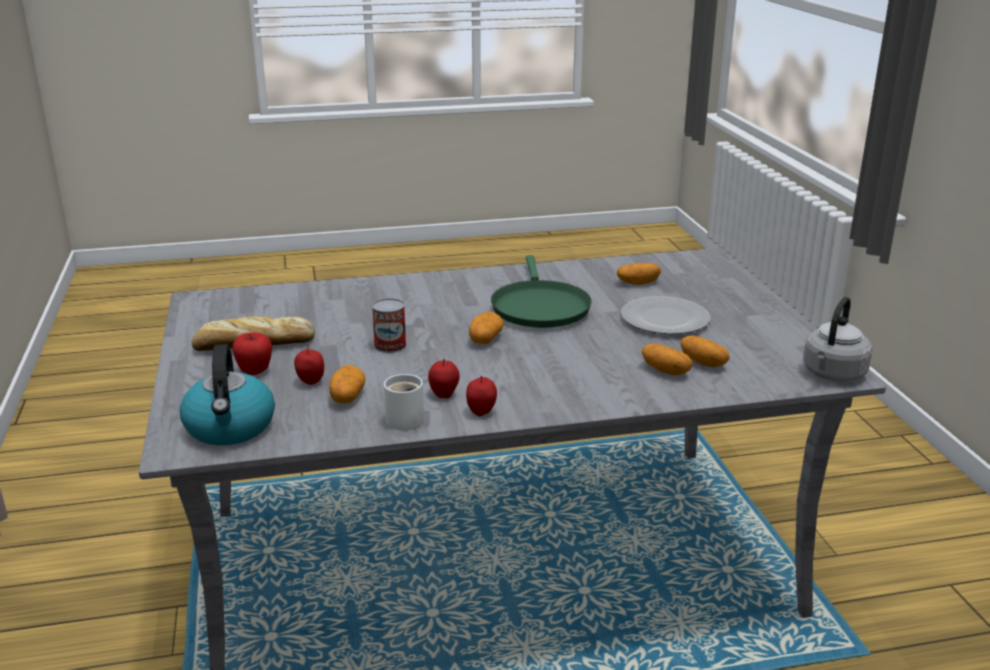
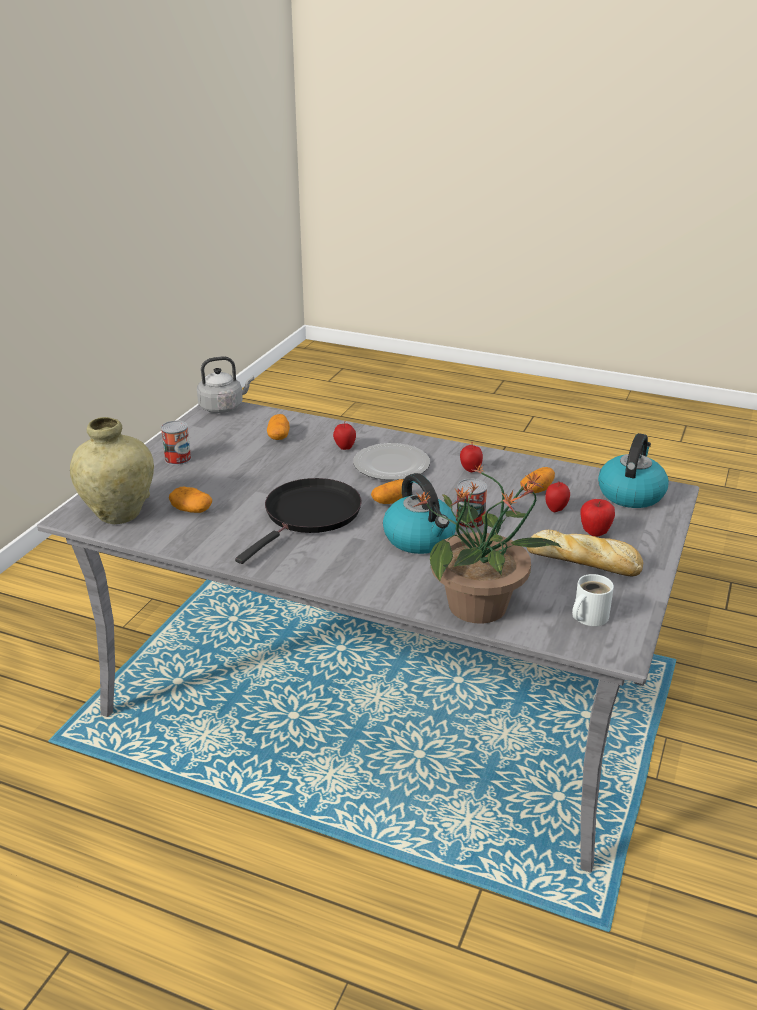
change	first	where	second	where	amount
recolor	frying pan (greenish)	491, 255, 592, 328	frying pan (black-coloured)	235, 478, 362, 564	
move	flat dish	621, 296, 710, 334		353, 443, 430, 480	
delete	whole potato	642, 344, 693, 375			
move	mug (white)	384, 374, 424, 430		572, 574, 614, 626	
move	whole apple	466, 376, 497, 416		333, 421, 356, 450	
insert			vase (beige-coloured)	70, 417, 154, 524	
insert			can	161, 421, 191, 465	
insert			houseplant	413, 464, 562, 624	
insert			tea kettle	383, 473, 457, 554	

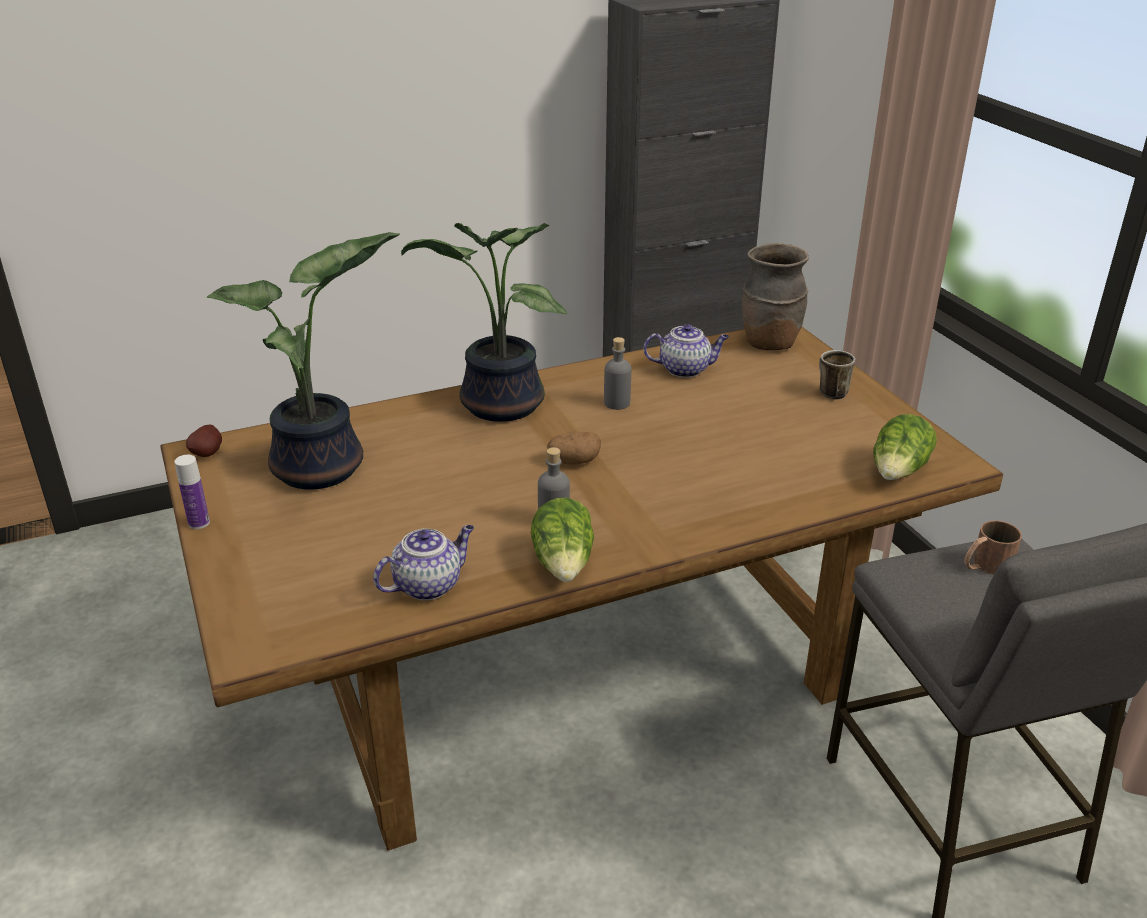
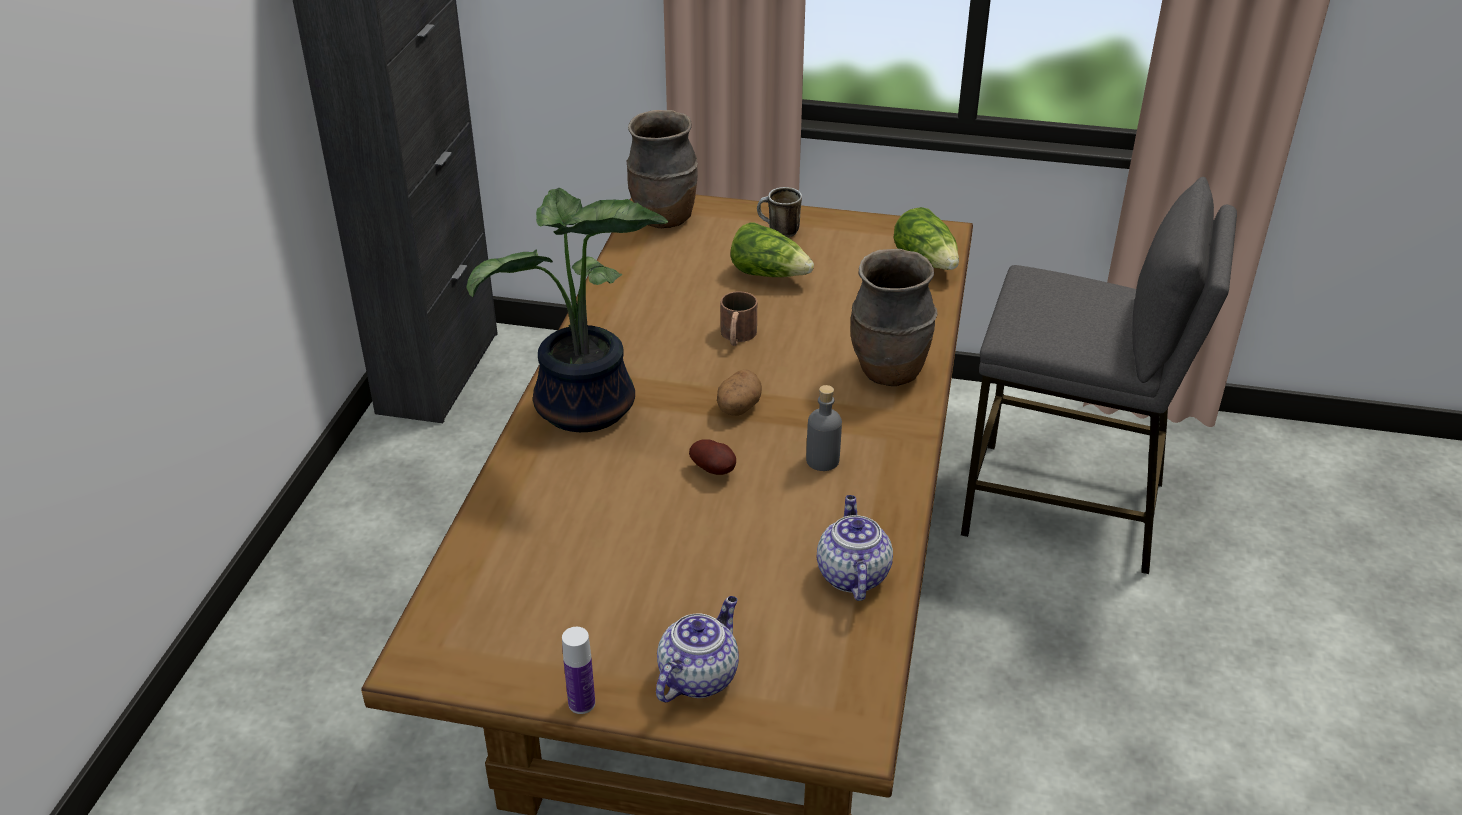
change	first	where	second	where	amount
delete	houseplant	207, 232, 400, 490			
move	teapot	644, 324, 729, 378		656, 596, 739, 702	
delete	beverage bottle (gray)	604, 337, 631, 410			
move	whole potato	186, 424, 222, 457		689, 439, 736, 475	
move	head of lettuce	531, 498, 594, 582		731, 222, 814, 277	
move	mug (brownish)	964, 520, 1022, 575		721, 291, 757, 346	
insert			vase (brownish)	851, 249, 938, 386	

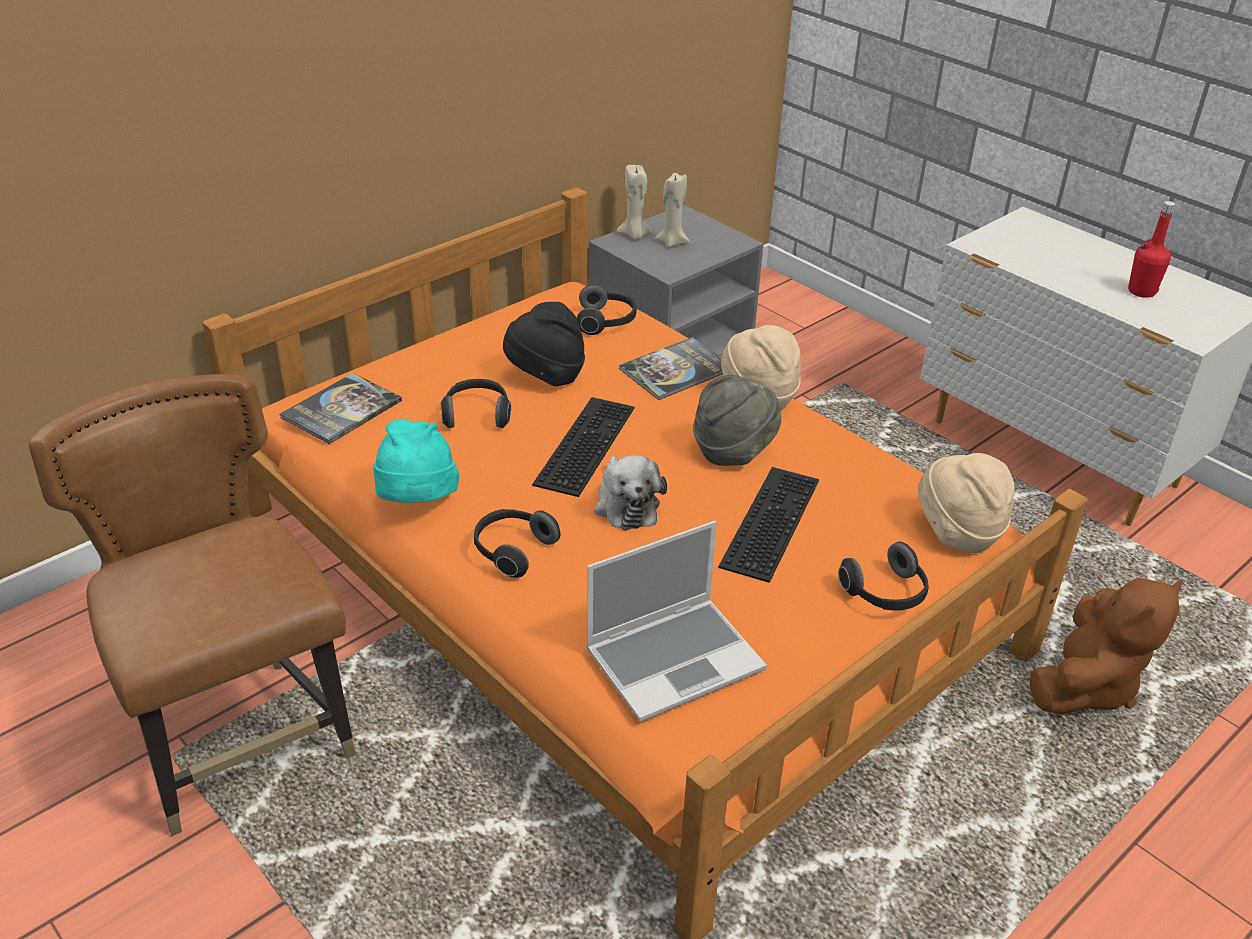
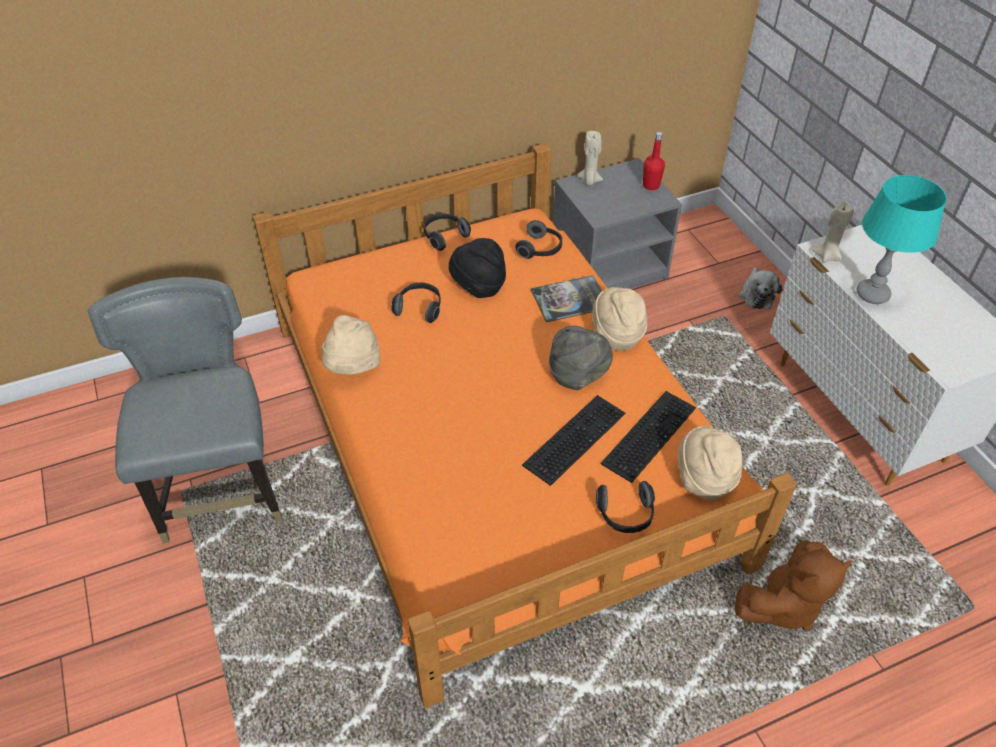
change	first	where	second	where	amount
move	candle (beige-coloured)	655, 173, 690, 248		812, 202, 855, 263	
move	beverage bottle (reddish)	1128, 201, 1175, 298		643, 132, 665, 190	
delete	bound book	280, 373, 402, 444			
recolor	upright chair (brownish)	29, 374, 356, 836	upright chair (gray)	88, 277, 282, 544	
move	computer keyboard	532, 397, 634, 497		601, 391, 696, 483	
recolor	clothing hat (turquoise)	373, 419, 459, 503	clothing hat (beige-coloured)	322, 315, 380, 375	
move	soft toy	594, 455, 667, 530		739, 267, 782, 309	
move	headset	474, 509, 560, 578		423, 213, 471, 251	
delete	portable computer	586, 521, 767, 722			
insert			tabletop lamp (turquoise)	857, 175, 947, 304	

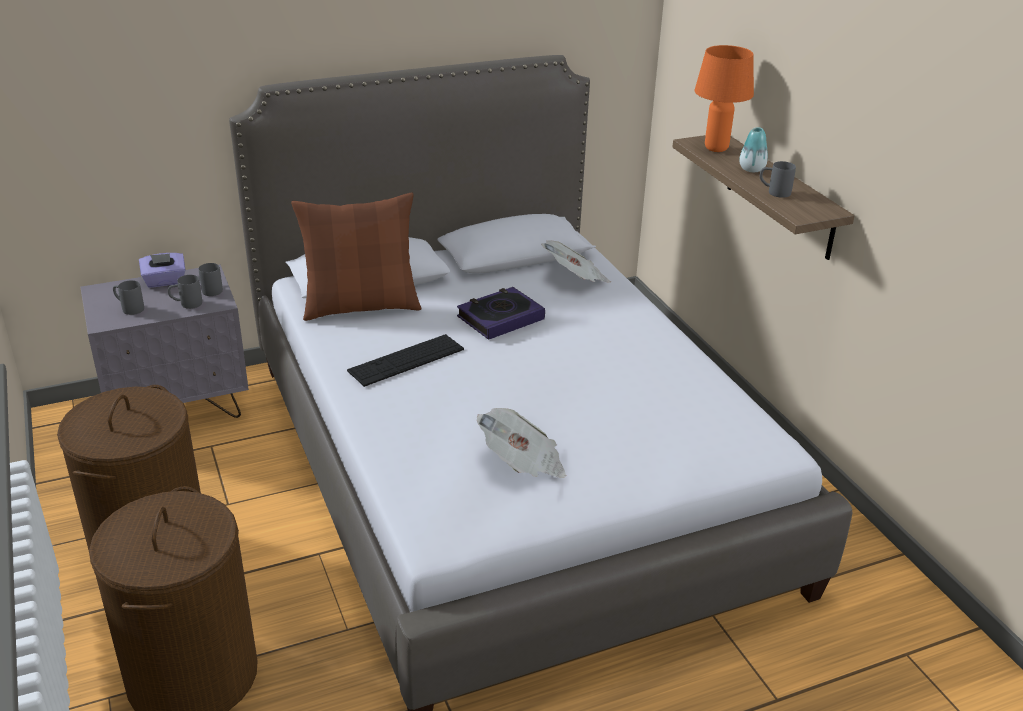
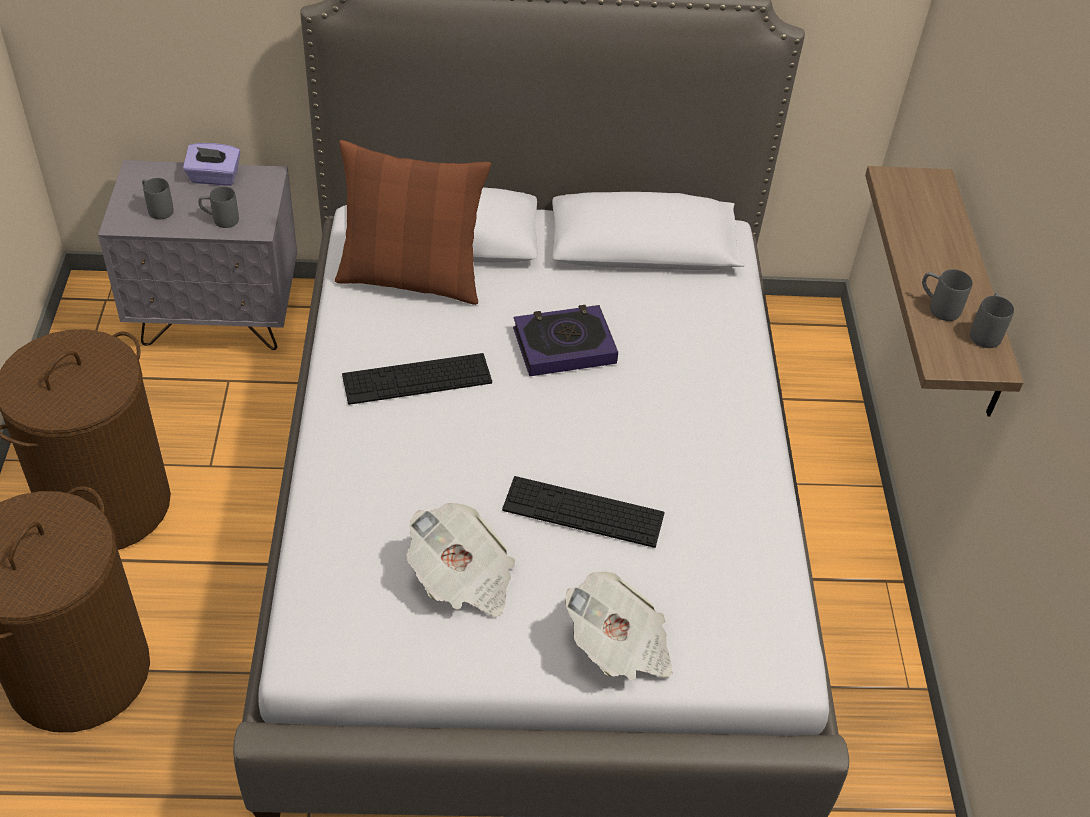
change	first	where	second	where	amount
delete	tabletop lamp (orange-coloured)	695, 45, 754, 152			
delete	vase	739, 127, 768, 172			
move	printed paper	541, 241, 611, 283		565, 572, 673, 681	
move	mug (gray)	199, 263, 223, 296		970, 293, 1014, 348	
insert			computer keyboard	502, 476, 665, 548	

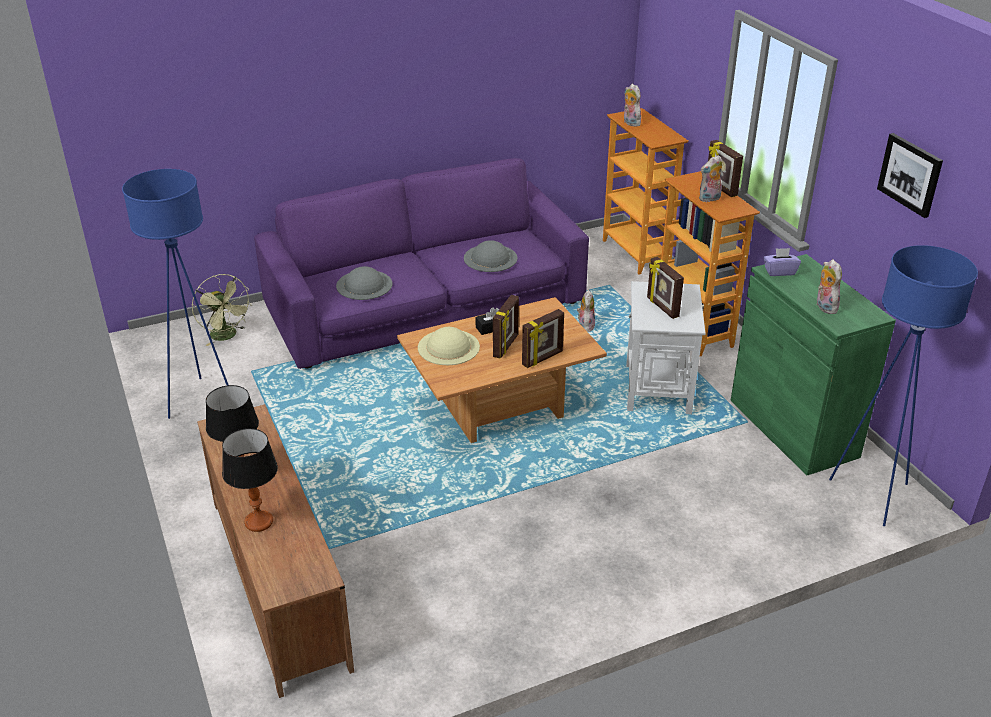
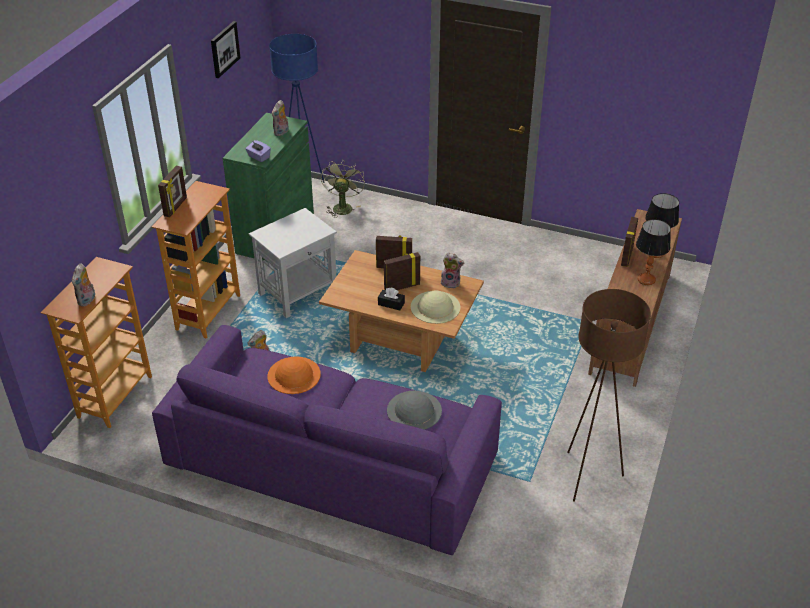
change	first	where	second	where	amount
move	soft toy	699, 155, 722, 202		441, 252, 464, 289	
recolor	standing lamp (blue-coloured)	122, 169, 228, 419	standing lamp (brownish)	567, 289, 651, 502	
recolor	clothing hat (gray)	464, 240, 518, 272	clothing hat (orange-coloured)	267, 356, 321, 394	
move	standing frame	647, 257, 684, 319		621, 217, 638, 267	
move	cooling fan (greenish)	192, 274, 252, 346		321, 159, 365, 218	

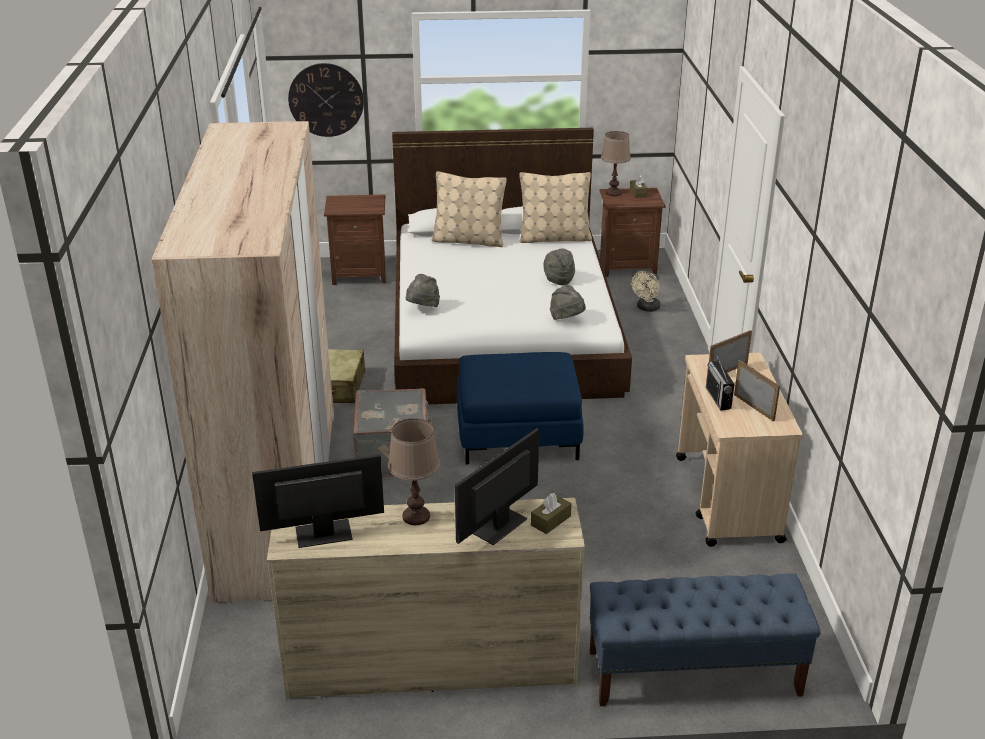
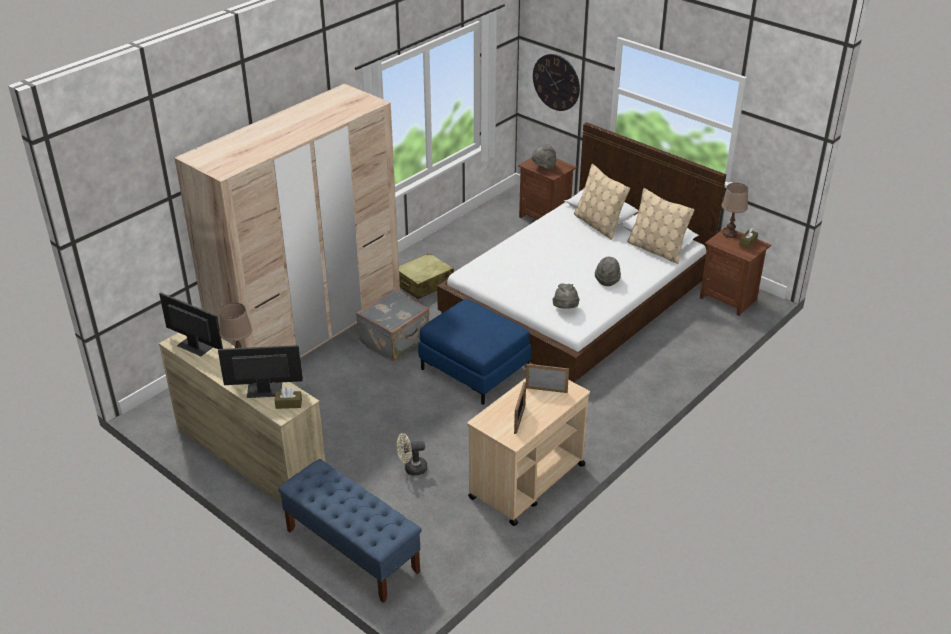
change	first	where	second	where	amount
move	cooling fan (beige-coloured)	632, 271, 660, 312		397, 433, 427, 476	
move	clothing hat (gray)	406, 274, 440, 307		532, 144, 556, 170	
delete	radio	706, 352, 734, 411			

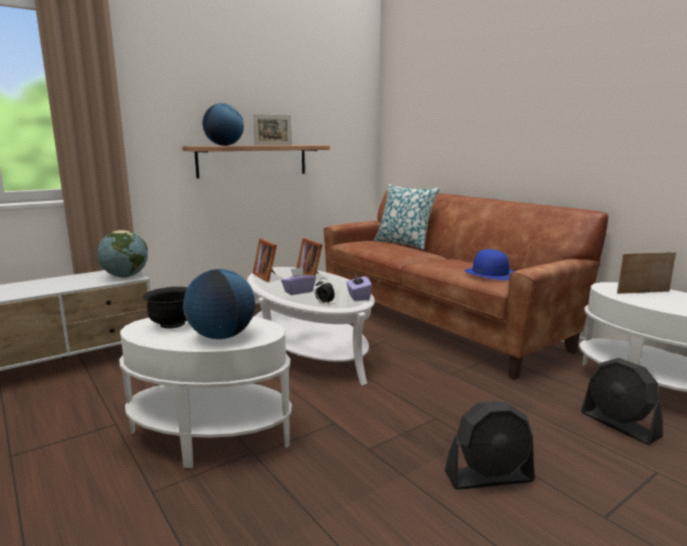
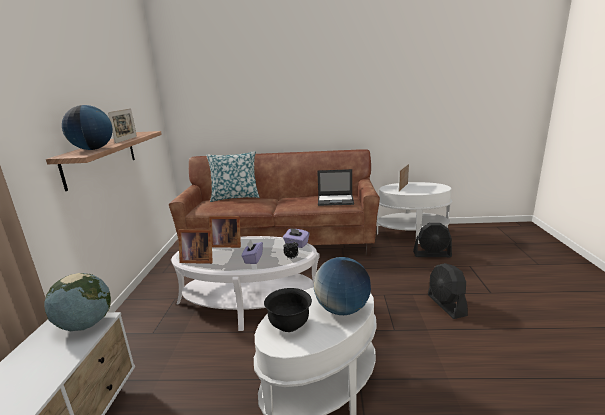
change	first	where	second	where	amount
replace	clothing hat (blue-coloured)	465, 249, 514, 280	portable computer	317, 169, 354, 206	
rotate	cooling fan (black-coloured)	445, 401, 535, 490		428, 263, 468, 319	135 degrees clockwise

